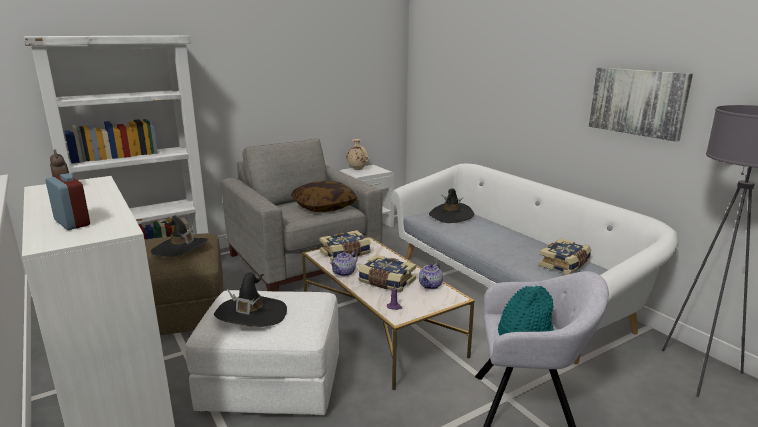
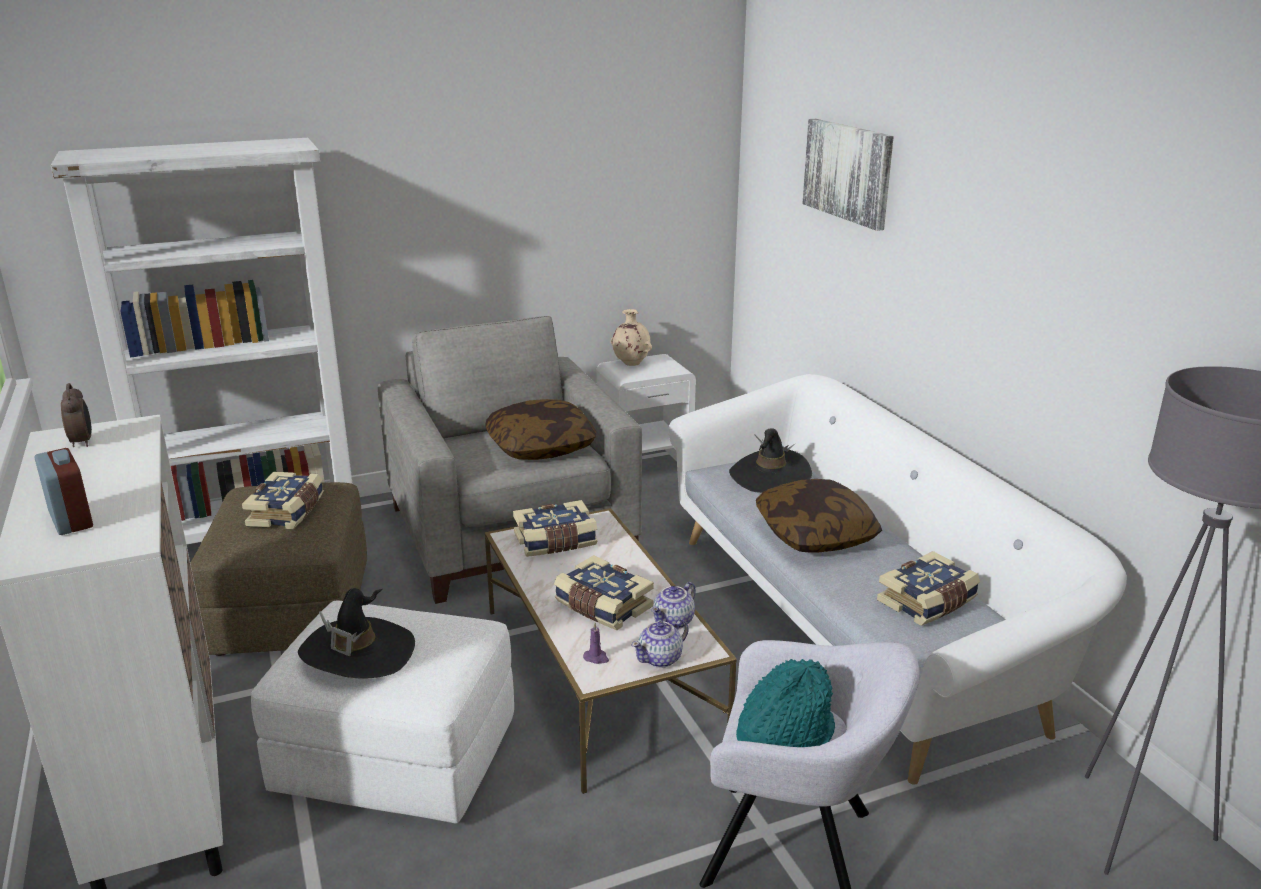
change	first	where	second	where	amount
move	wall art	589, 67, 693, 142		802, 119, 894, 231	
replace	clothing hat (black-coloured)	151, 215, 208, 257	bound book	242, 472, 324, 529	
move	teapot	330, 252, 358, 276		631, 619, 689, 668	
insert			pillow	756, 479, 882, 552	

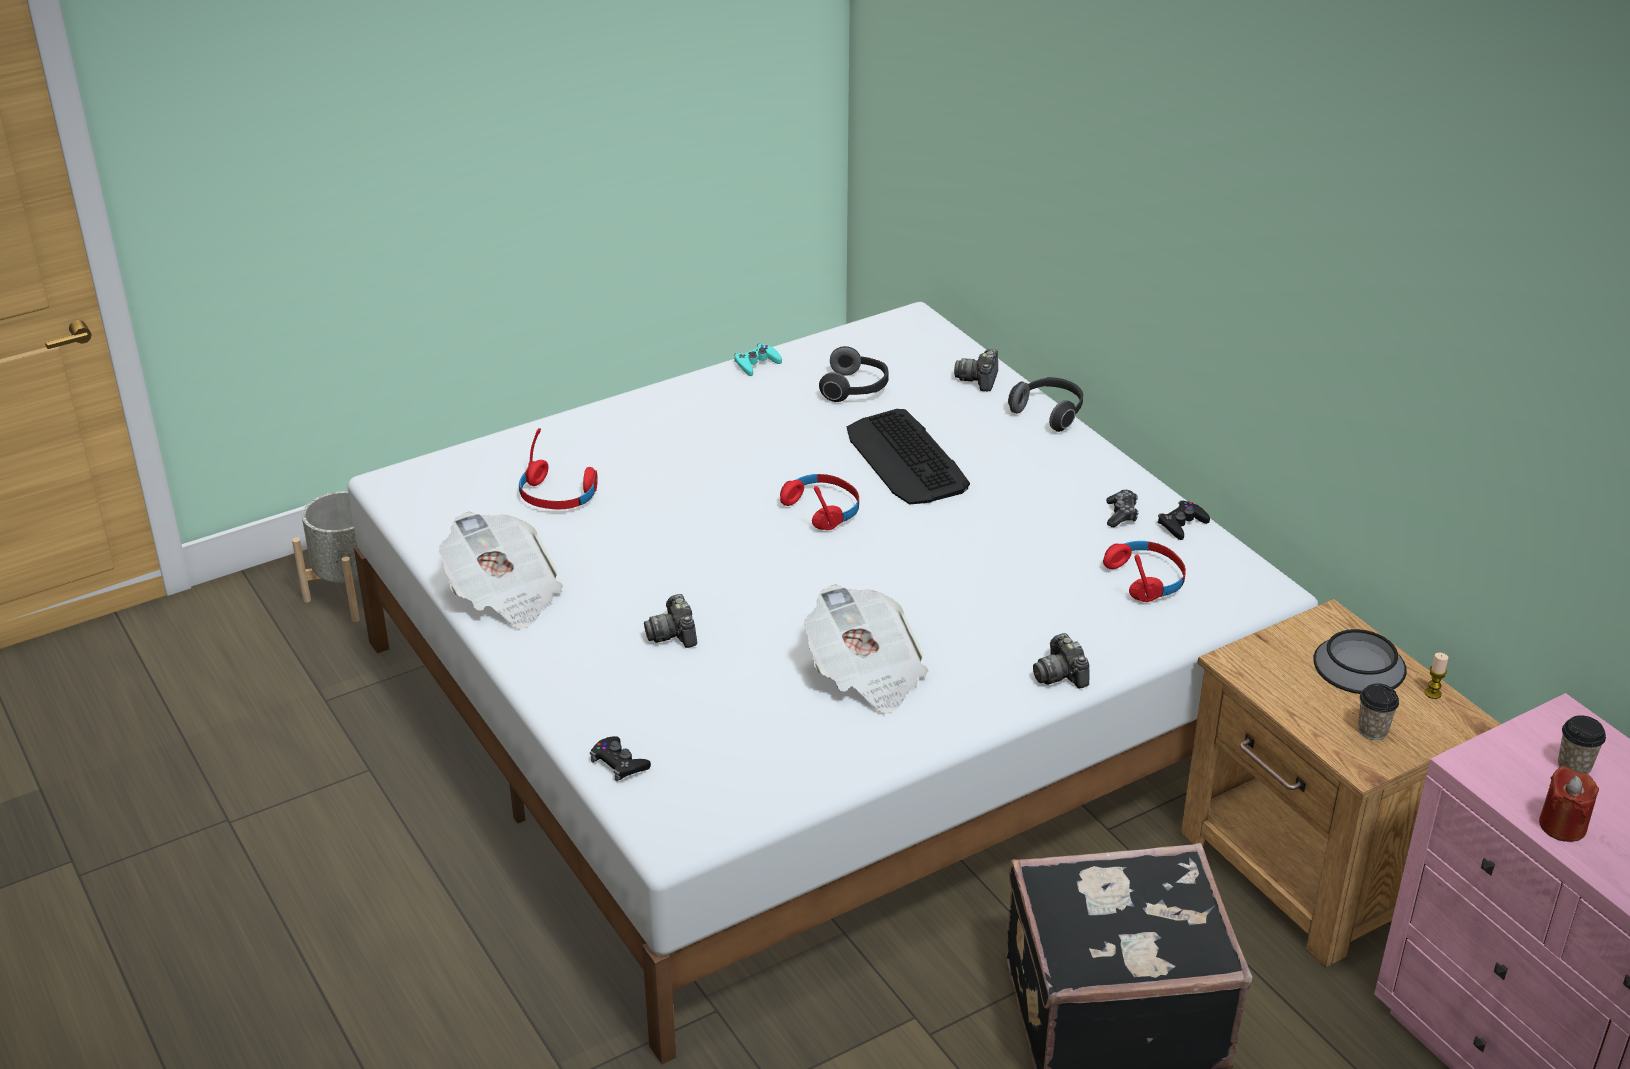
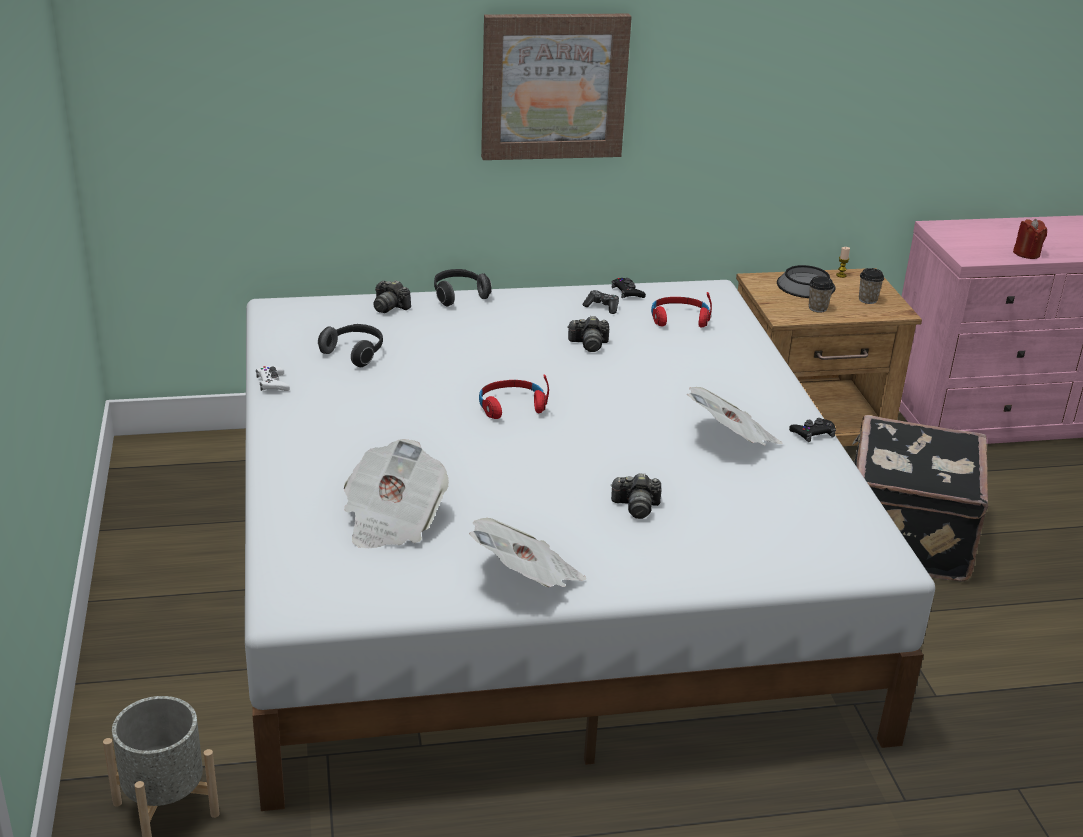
change	first	where	second	where	amount
recolor	game controller (turquoise)	734, 344, 782, 376	game controller (white)	256, 366, 290, 391	
delete	computer keyboard	847, 409, 970, 505			
replace	headset (reddish)	519, 428, 598, 510	printed paper	343, 439, 449, 548	
move	still camera	1033, 633, 1089, 689		567, 316, 609, 352	
move	small cup	1558, 715, 1606, 774		809, 276, 834, 313	
move	game controller (black-coloured)	590, 736, 651, 782		789, 418, 836, 442	
insert			wall art	481, 14, 632, 160	

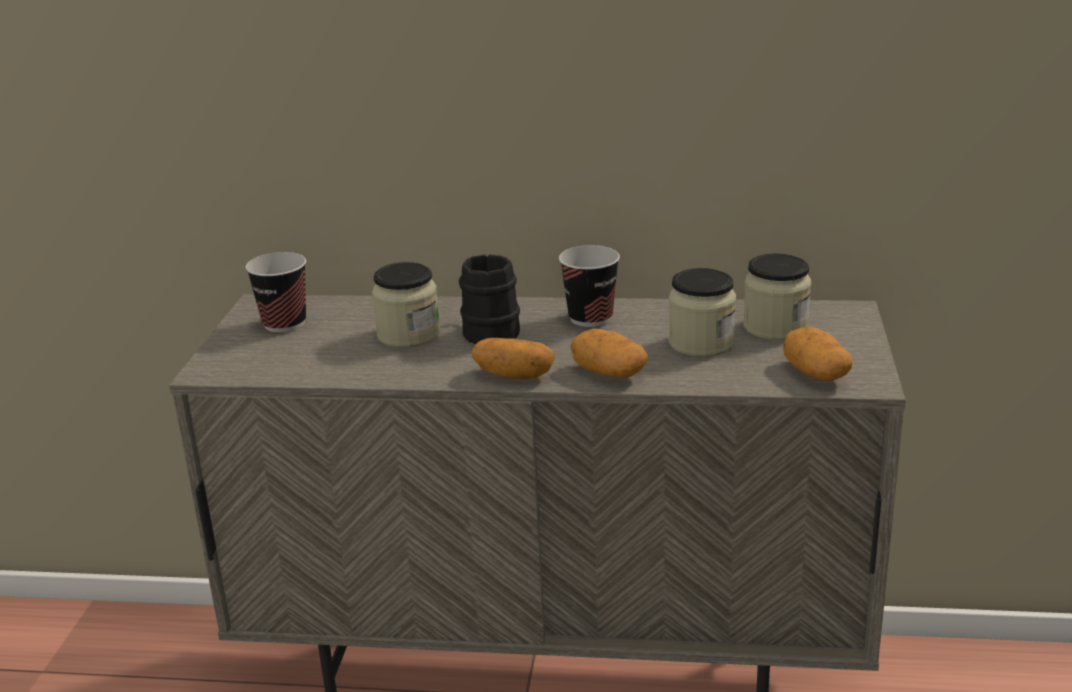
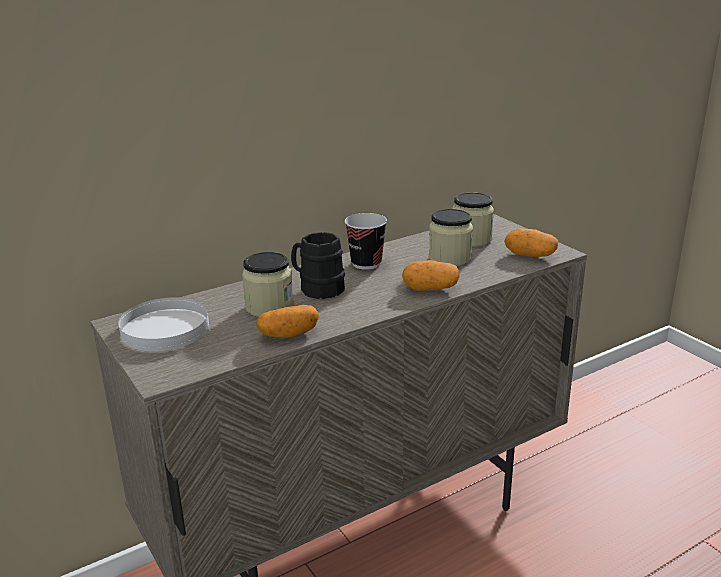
change	first	where	second	where	amount
replace	small cup	245, 252, 306, 333	flat dish (white)	118, 297, 209, 351	
move	whole potato	472, 338, 555, 379		256, 305, 319, 338	

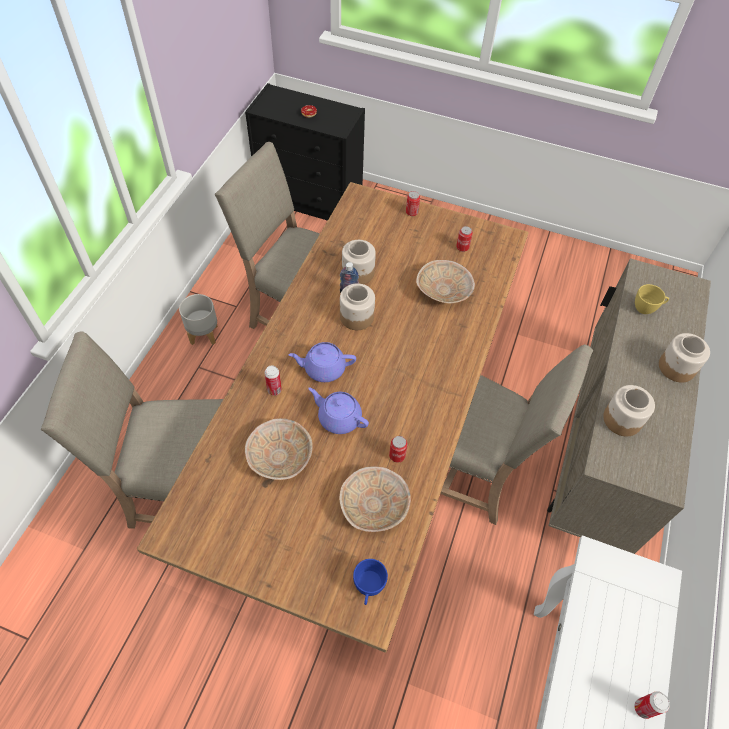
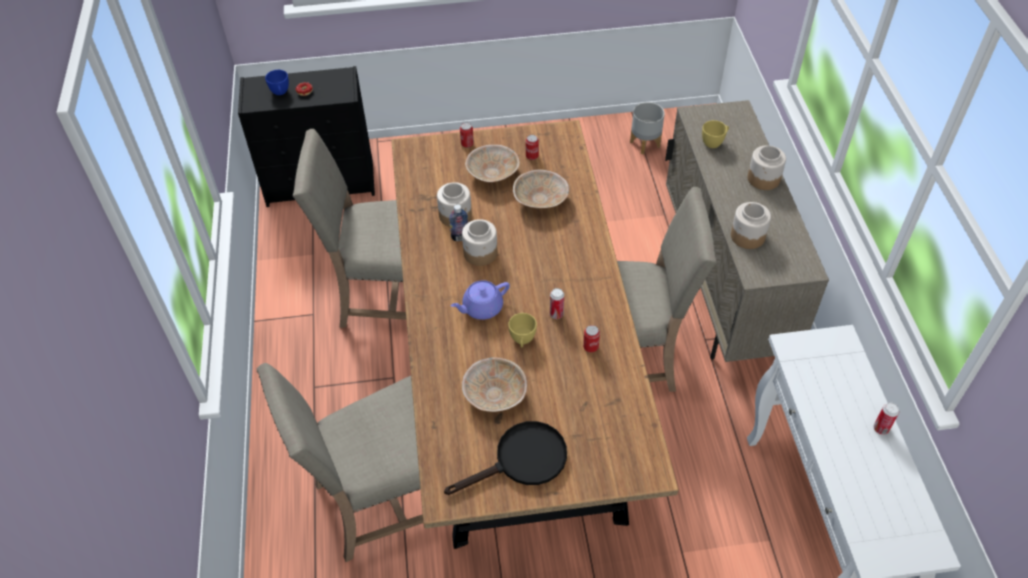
change	first	where	second	where	amount
move	flower pot (gray)	179, 294, 218, 345		630, 102, 665, 154	
move	can	264, 366, 282, 396		550, 288, 564, 319	
replace	teapot (purple)	308, 387, 369, 434	small cup (yellow-coloured)	508, 313, 537, 348	
move	serving bowl (beige-coloured)	339, 466, 411, 532		465, 144, 520, 182	
move	small cup (blue-coloured)	353, 559, 388, 605		265, 70, 289, 95	
insert			frying pan (black-coloured)	444, 421, 567, 495	

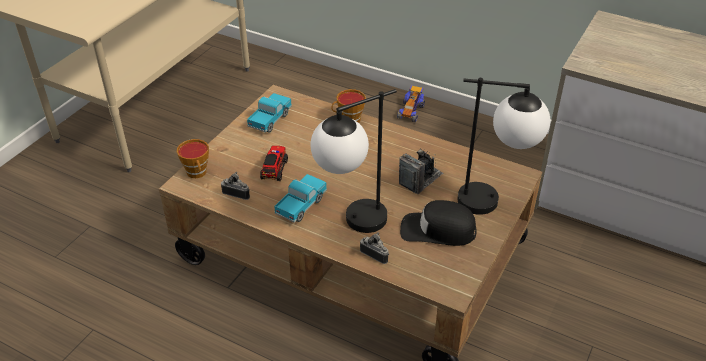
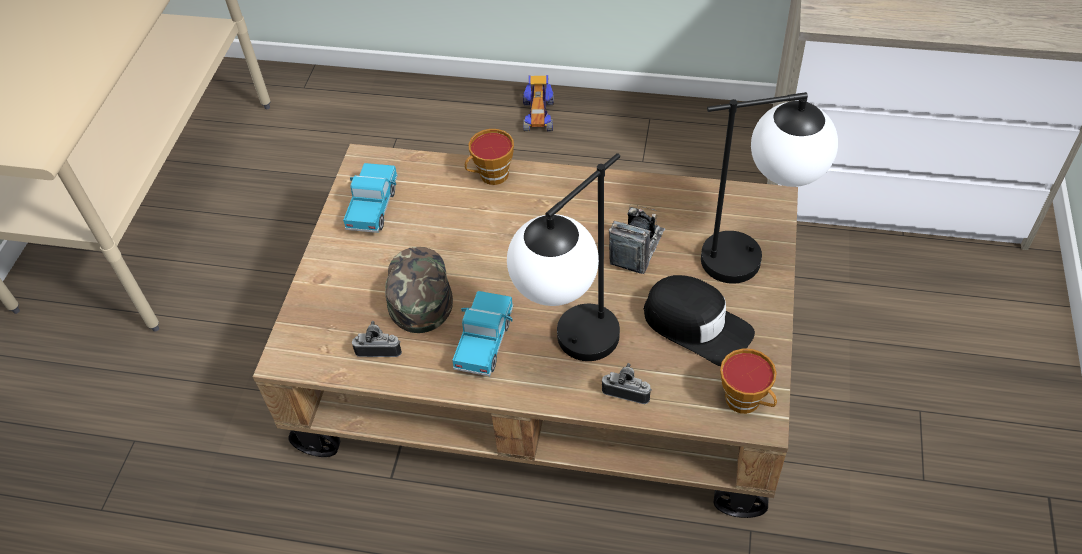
change	first	where	second	where	amount
move	small cup	177, 139, 209, 178		720, 348, 777, 414	
replace	toy truck	260, 146, 288, 181	peaked cap (greenish)	385, 247, 453, 333	
rotate	peaked cap (black-coloured)	400, 200, 476, 246		644, 275, 755, 366	135 degrees counterclockwise

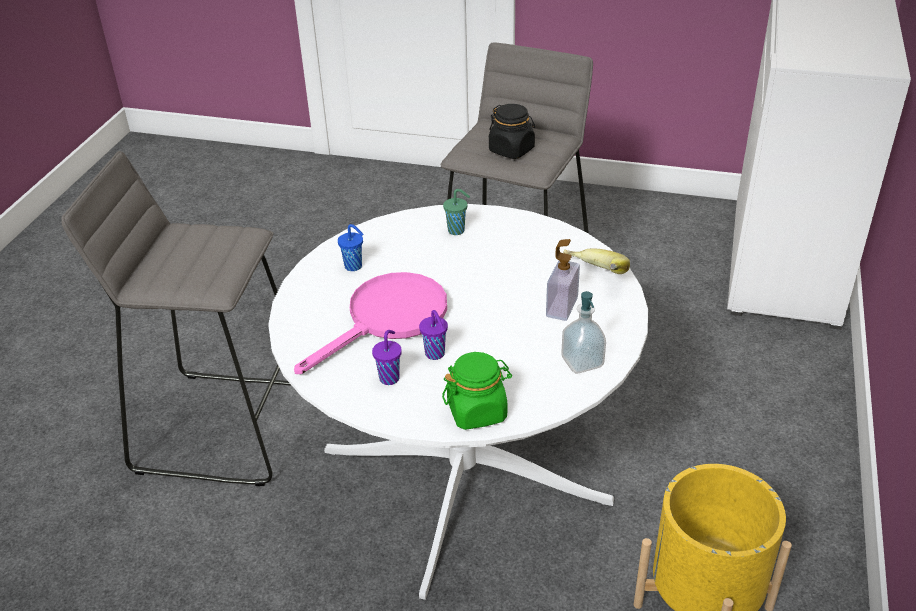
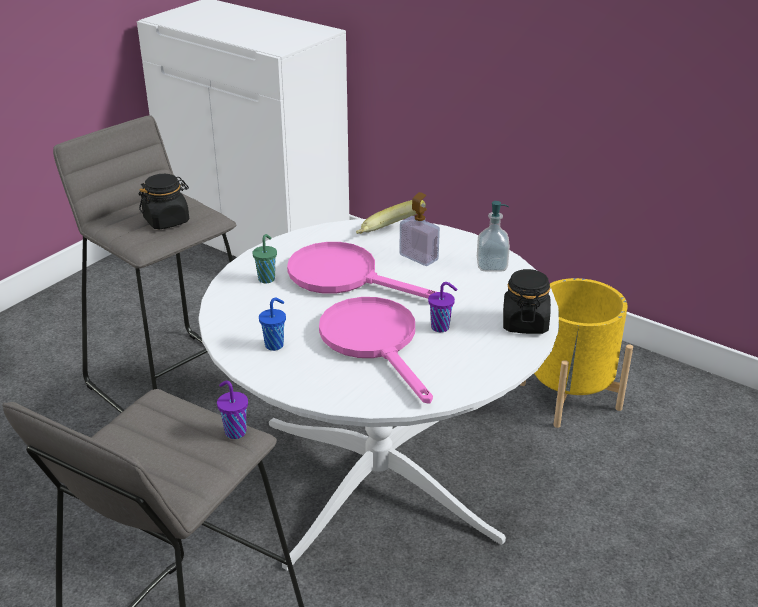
change	first	where	second	where	amount
move	small cup (purple)	372, 330, 402, 385		217, 380, 248, 439	
recolor	storage jar (greenish)	442, 352, 512, 430	storage jar (black-coloured)	503, 269, 551, 334	
insert			frying pan (pink)	287, 242, 436, 298	

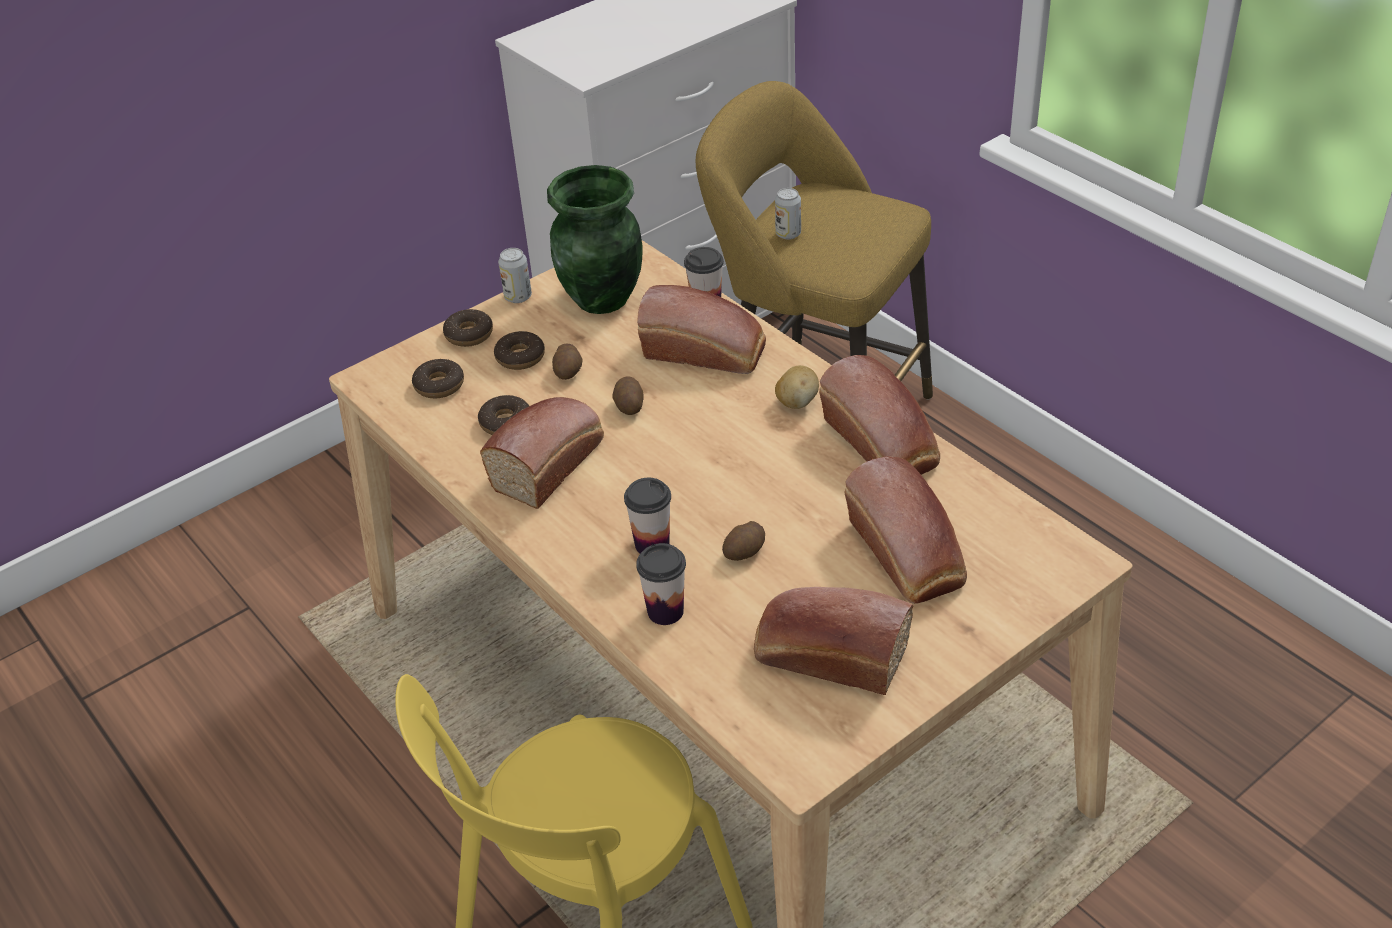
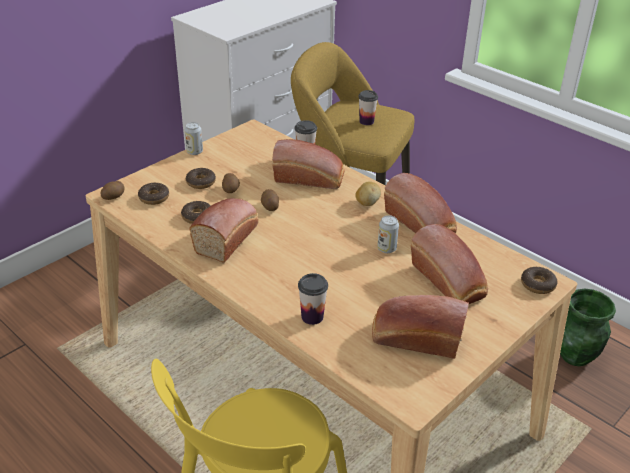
change	first	where	second	where	amount
move	vase (greenish)	547, 165, 643, 314		560, 288, 616, 366	
move	can	775, 188, 801, 239		377, 215, 399, 253	
move	doughnut	443, 309, 493, 347		521, 267, 558, 294	
move	small cup	624, 478, 671, 554		358, 90, 378, 125	
move	whole potato	722, 521, 765, 561		100, 181, 125, 200	

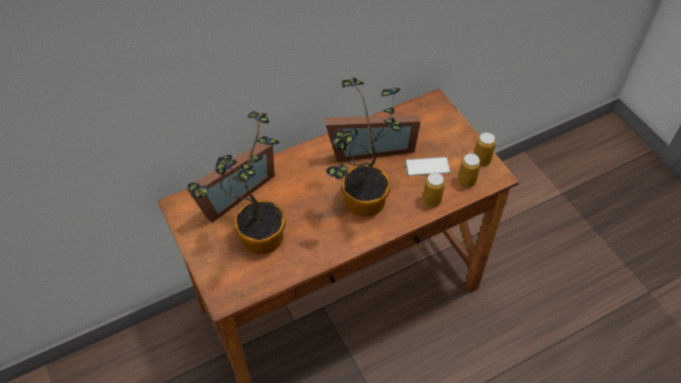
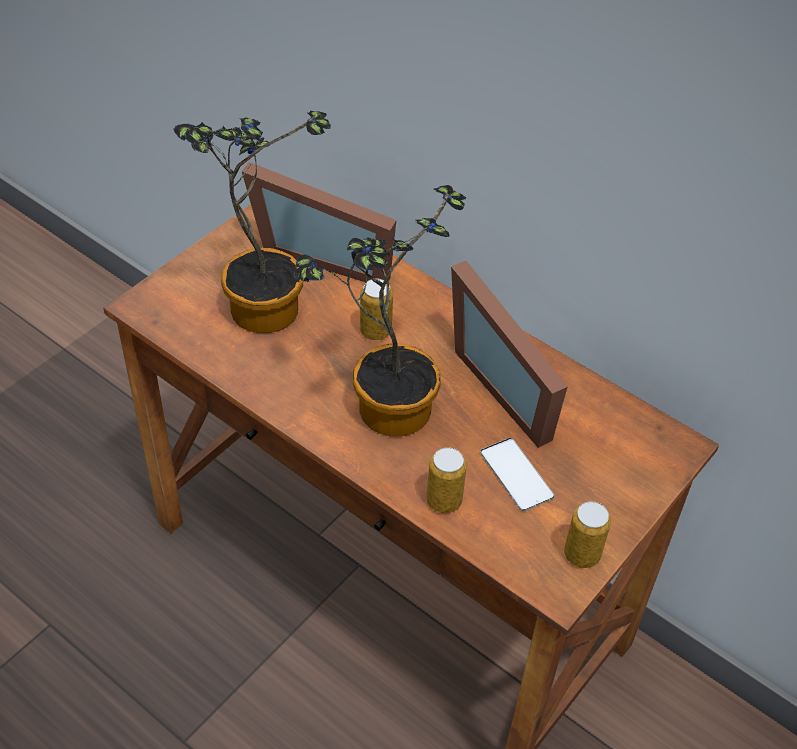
change	first	where	second	where	amount
move	can	458, 153, 481, 188		360, 279, 393, 340	

